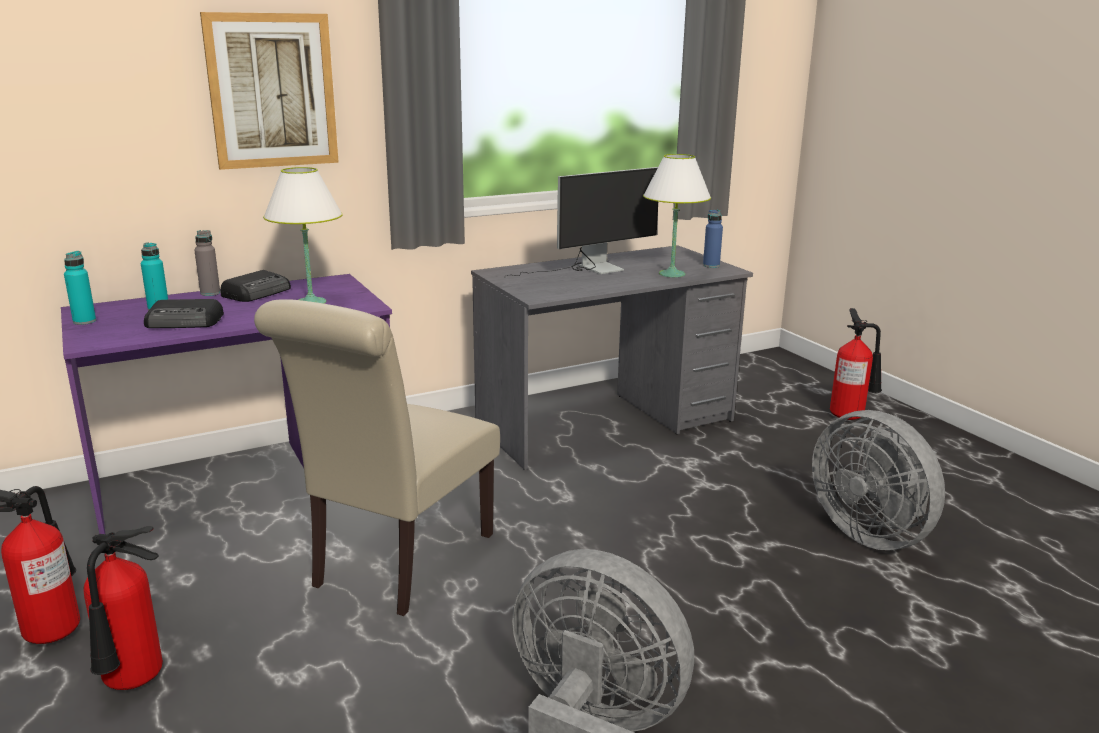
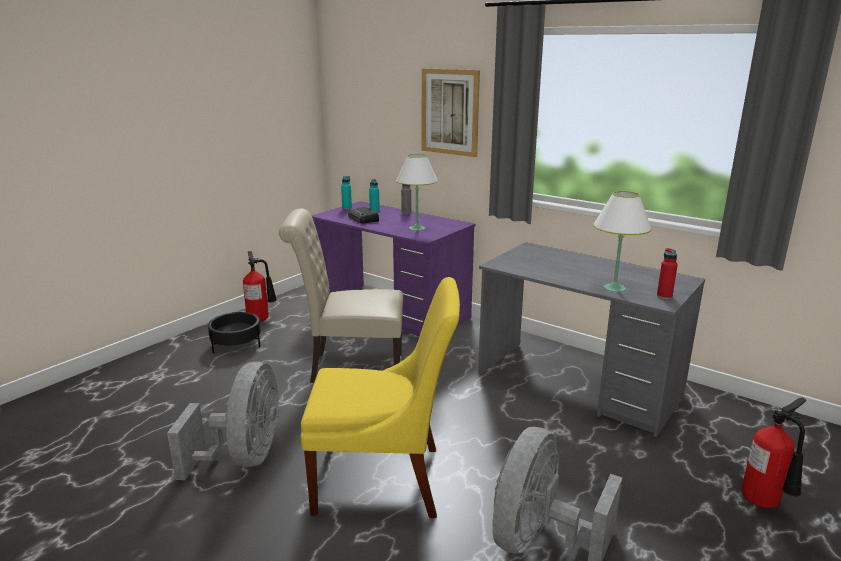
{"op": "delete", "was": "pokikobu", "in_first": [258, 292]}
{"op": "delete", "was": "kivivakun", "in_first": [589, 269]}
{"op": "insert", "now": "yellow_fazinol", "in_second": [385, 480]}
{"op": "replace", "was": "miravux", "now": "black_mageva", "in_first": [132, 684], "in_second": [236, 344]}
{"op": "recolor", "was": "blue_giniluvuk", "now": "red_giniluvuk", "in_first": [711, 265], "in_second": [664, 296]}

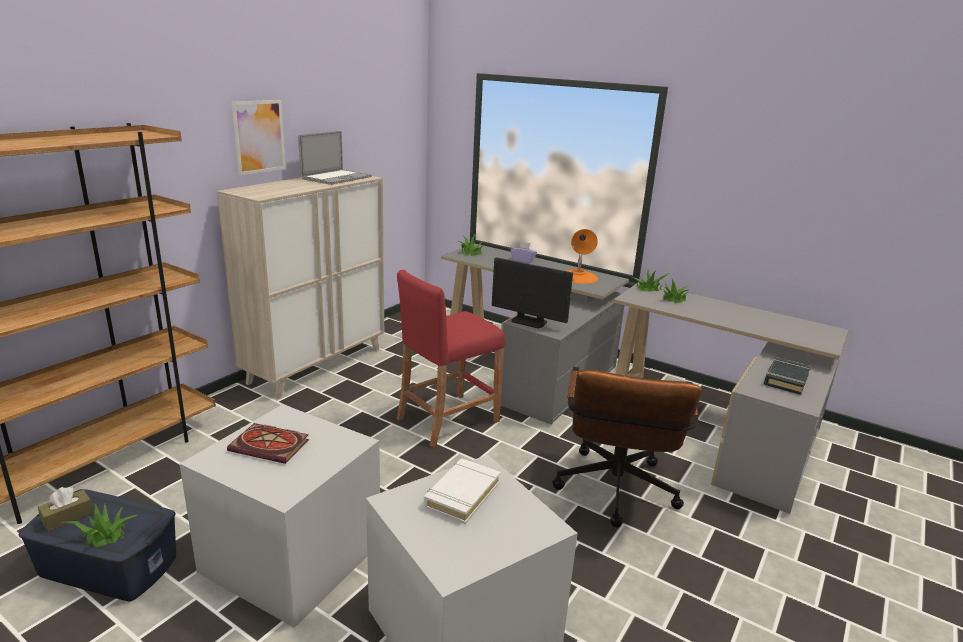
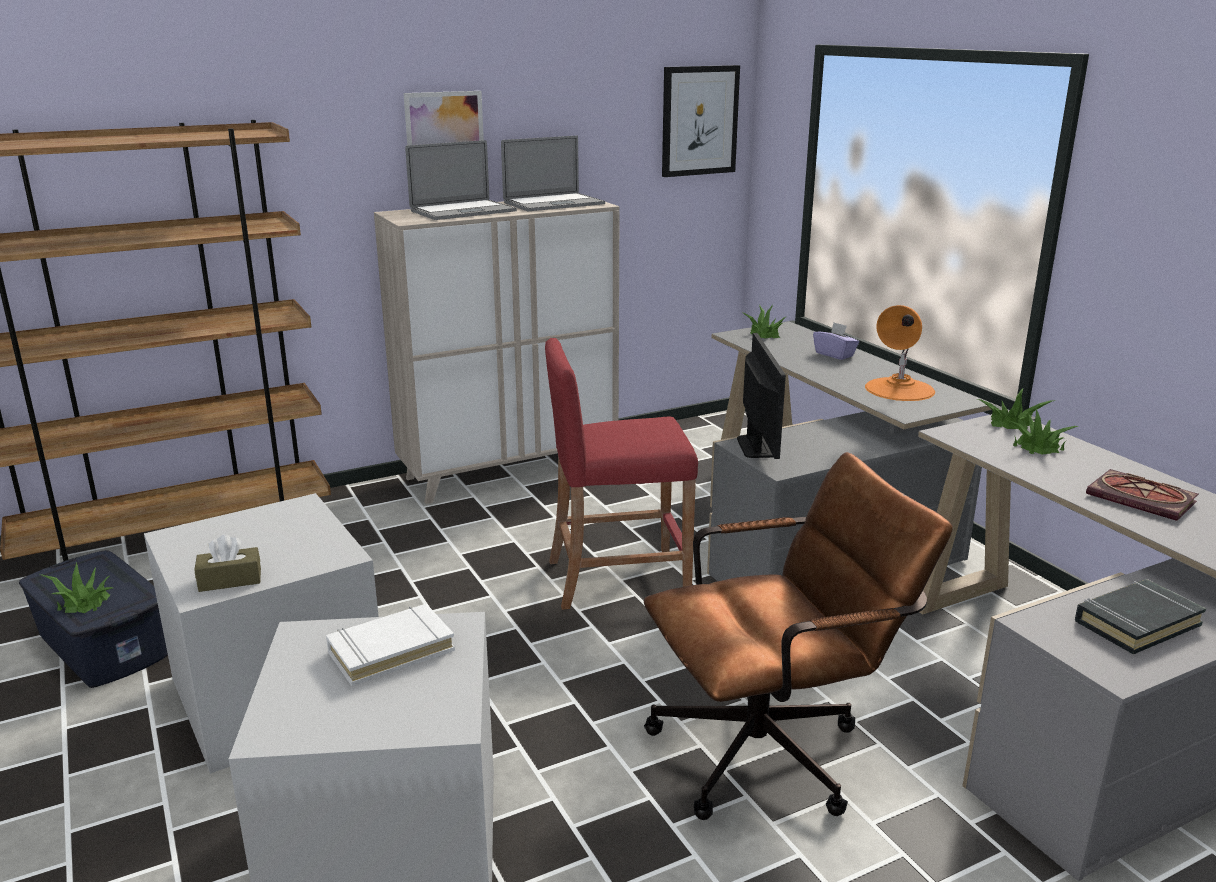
{"op": "insert", "now": "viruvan", "in_second": [463, 211]}
{"op": "insert", "now": "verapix", "in_second": [699, 121]}
{"op": "move", "was": "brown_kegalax", "in_first": [67, 517], "in_second": [230, 580]}
{"op": "move", "was": "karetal", "in_first": [271, 445], "in_second": [1143, 499]}
{"op": "rotate", "was": "kivivakun", "in_first": [529, 321], "in_second": [757, 447], "clockwise": -150}
{"op": "rotate", "was": "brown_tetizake", "in_first": [615, 494], "in_second": [775, 750], "clockwise": -150}

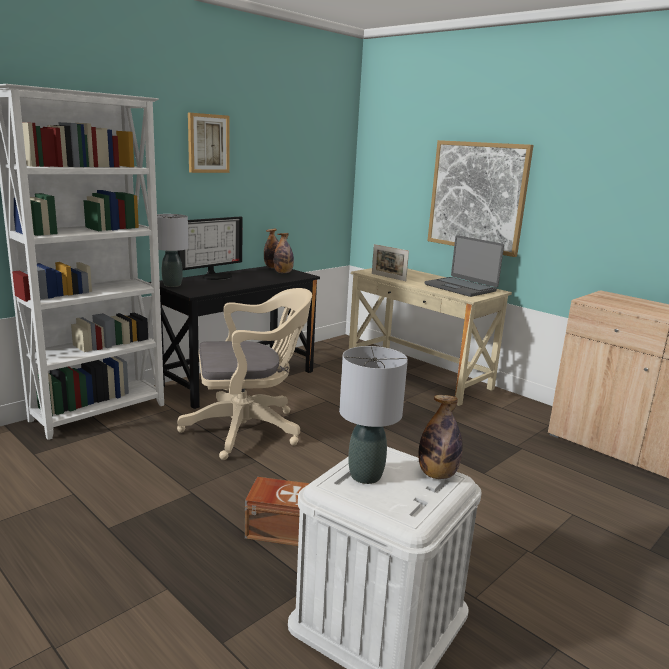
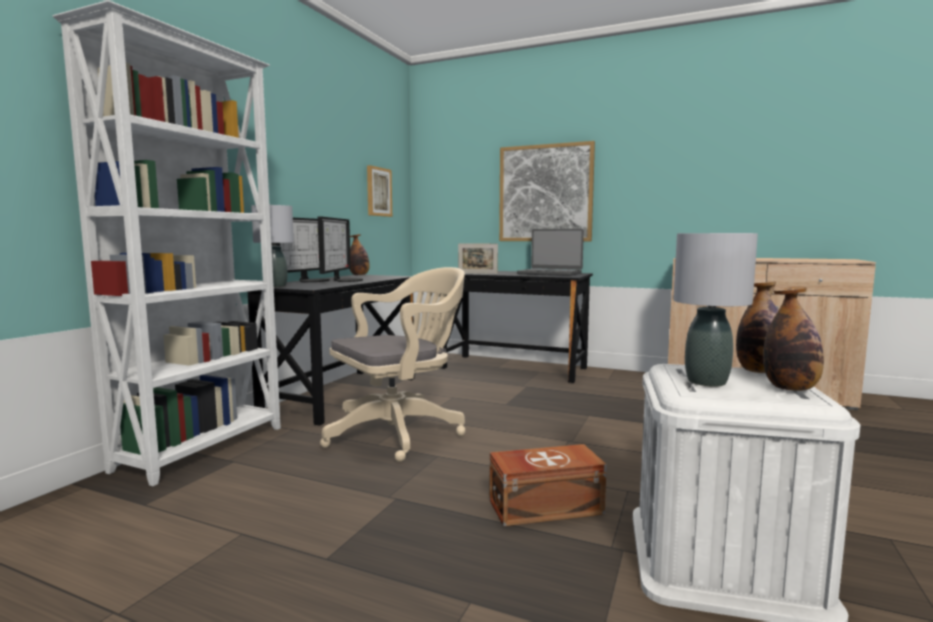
{"op": "insert", "now": "kivivakun", "in_second": [345, 280]}
{"op": "move", "was": "verapix", "in_first": [208, 143], "in_second": [378, 192]}
{"op": "move", "was": "giniluvuk", "in_first": [283, 273], "in_second": [790, 388]}
{"op": "recolor", "was": "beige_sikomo", "now": "black_sikomo", "in_first": [418, 375], "in_second": [513, 368]}

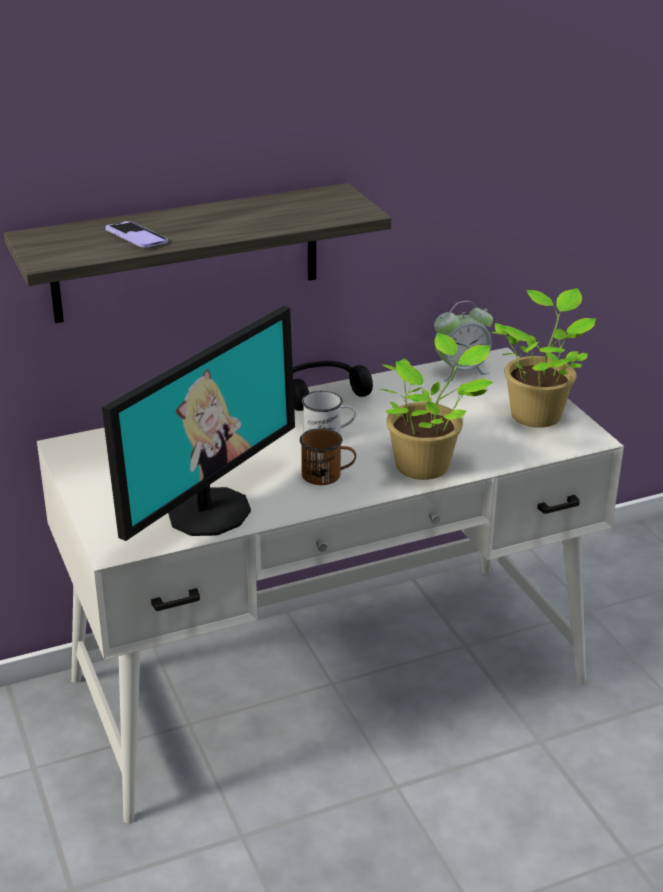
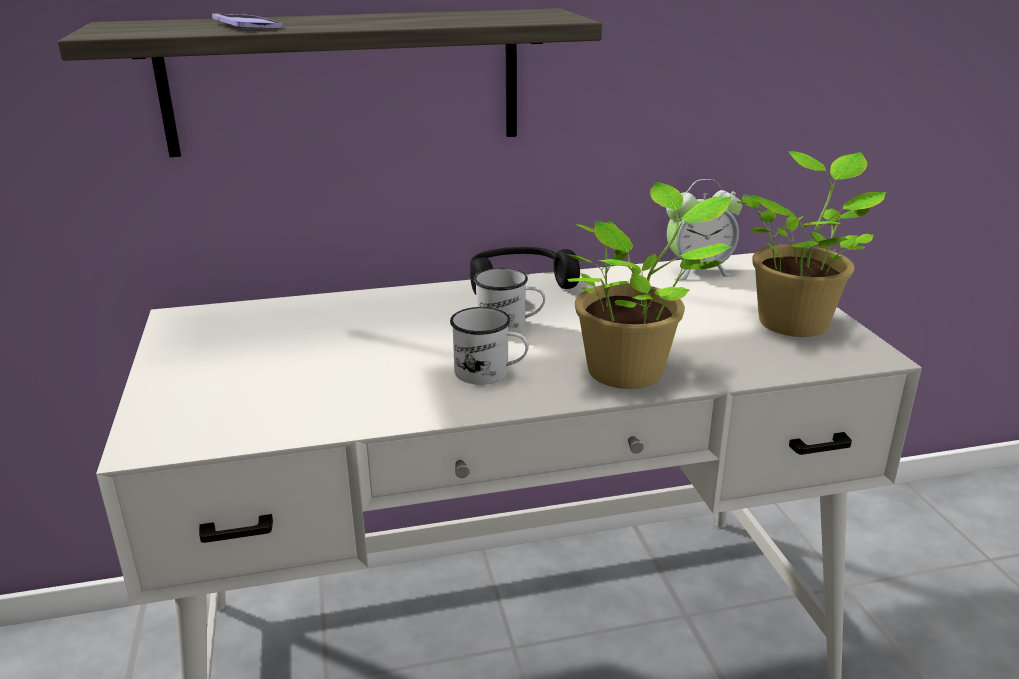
{"op": "delete", "was": "kivivakun", "in_first": [208, 511]}
{"op": "recolor", "was": "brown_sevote", "now": "white_sevote", "in_first": [327, 475], "in_second": [490, 373]}

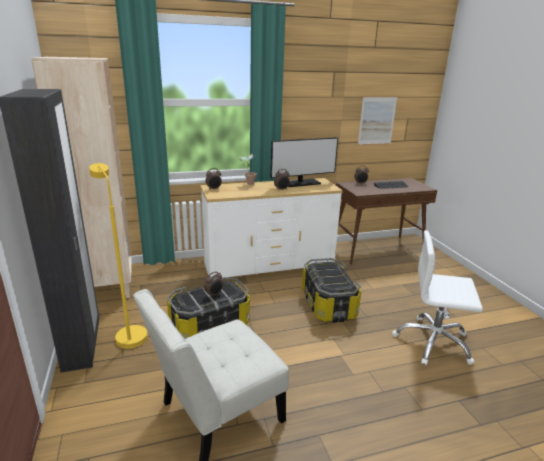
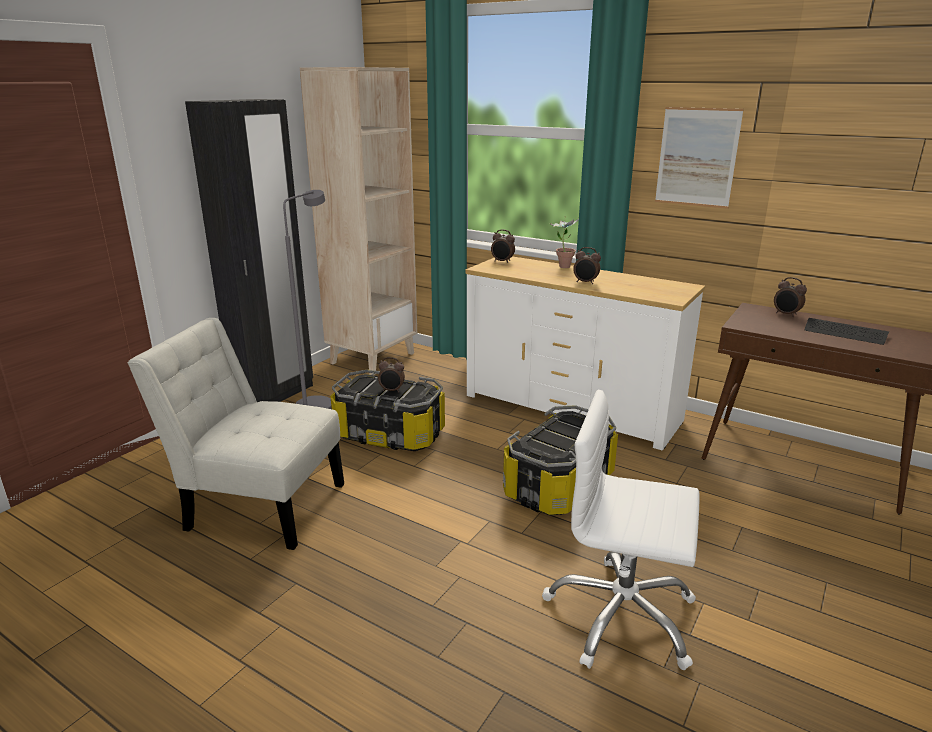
{"op": "delete", "was": "kivivakun", "in_first": [301, 183]}
{"op": "move", "was": "verapix", "in_first": [377, 120], "in_second": [697, 157]}
{"op": "recolor", "was": "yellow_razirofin", "now": "grey_razirofin", "in_first": [128, 334], "in_second": [318, 404]}
{"op": "rotate", "was": "white_tetizake", "in_first": [433, 342], "in_second": [621, 616], "clockwise": -45}

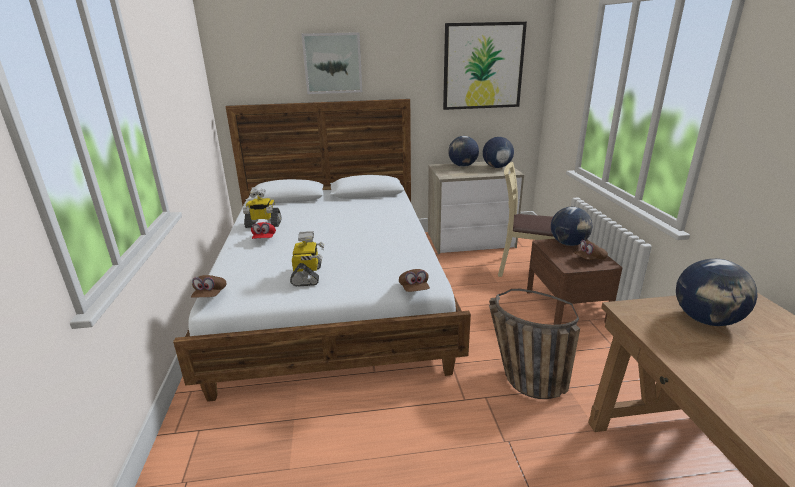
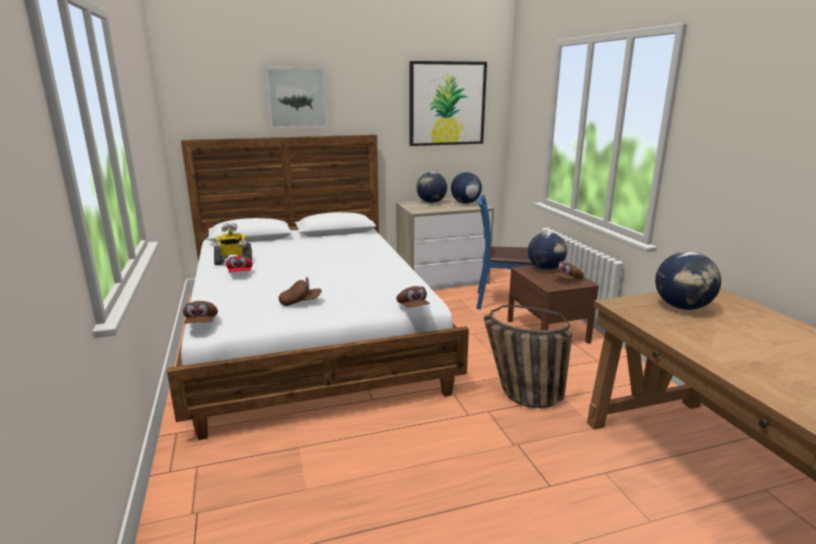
{"op": "replace", "was": "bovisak", "now": "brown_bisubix", "in_first": [308, 276], "in_second": [300, 302]}
{"op": "recolor", "was": "beige_fazinol", "now": "blue_fazinol", "in_first": [526, 269], "in_second": [503, 301]}

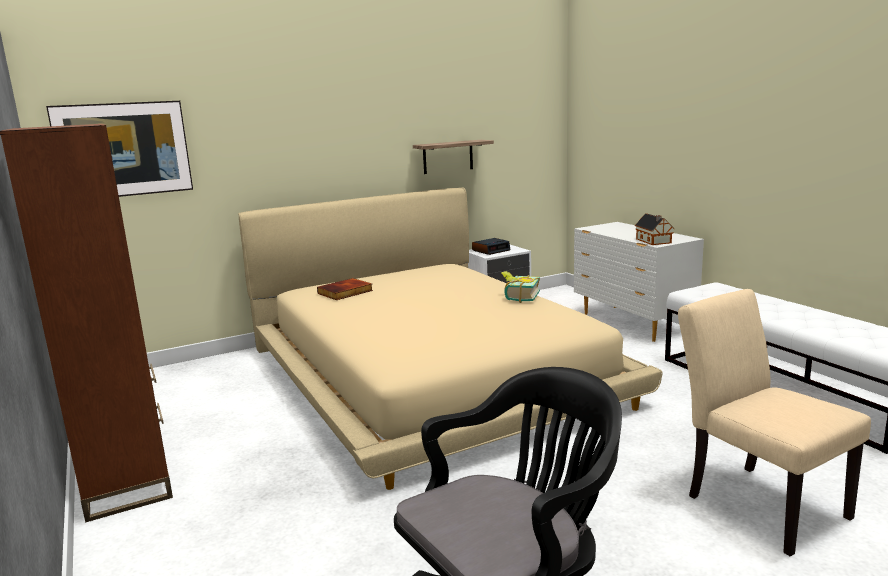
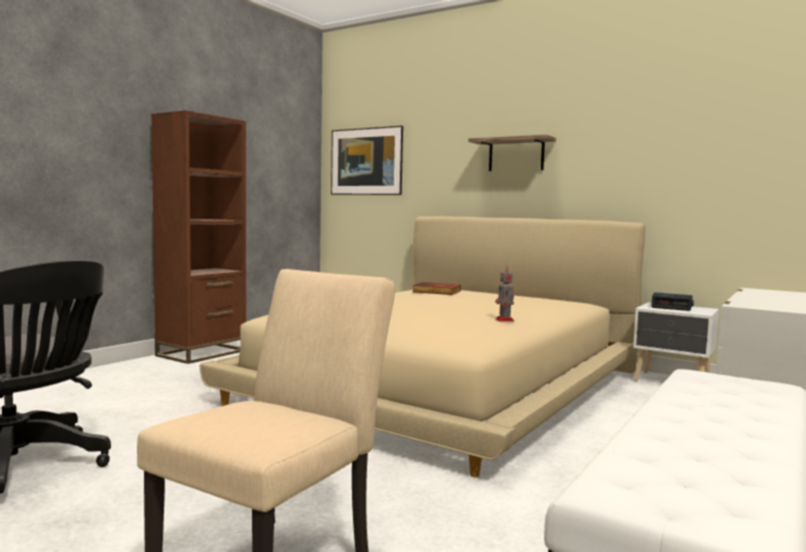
{"op": "delete", "was": "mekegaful", "in_first": [654, 241]}
{"op": "move", "was": "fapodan", "in_first": [448, 156], "in_second": [516, 155]}
{"op": "replace", "was": "karetal", "now": "bovisak", "in_first": [518, 297], "in_second": [505, 320]}

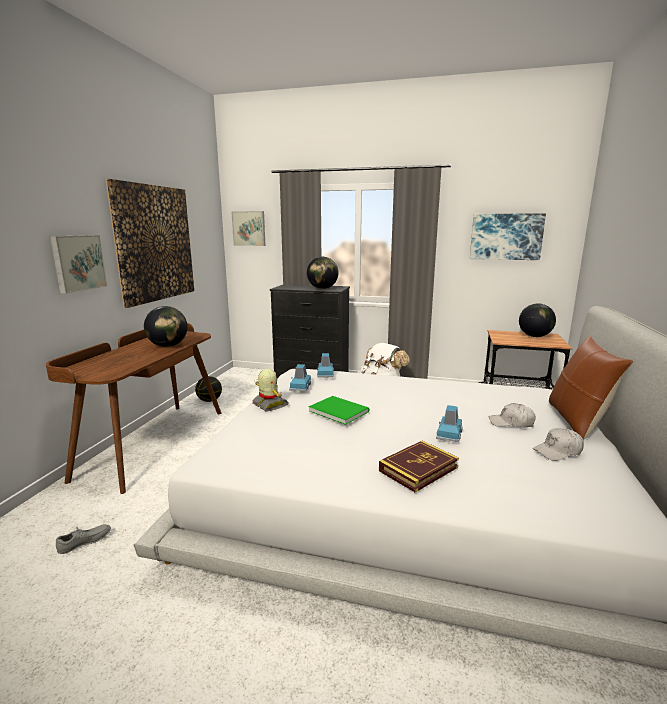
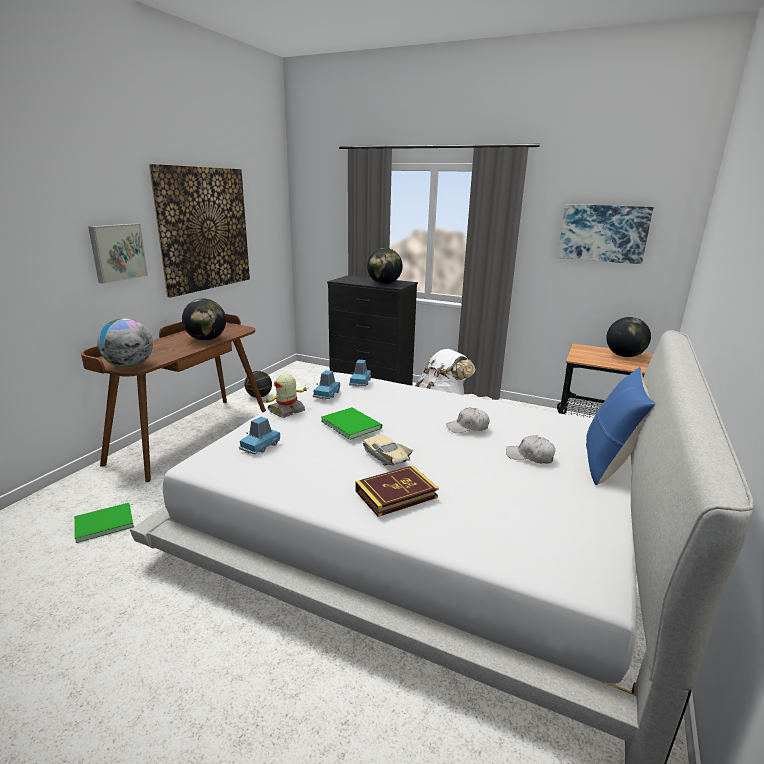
{"op": "delete", "was": "verapix", "in_first": [249, 228]}
{"op": "insert", "now": "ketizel", "in_second": [129, 366]}
{"op": "insert", "now": "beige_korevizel", "in_second": [386, 457]}
{"op": "move", "was": "blue_korevizel", "in_first": [449, 434], "in_second": [260, 446]}
{"op": "move", "was": "white_bisubix", "in_first": [558, 451], "in_second": [467, 427]}
{"op": "replace", "was": "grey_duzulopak", "now": "green_karetal", "in_first": [85, 543], "in_second": [102, 523]}
{"op": "recolor", "was": "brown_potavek", "now": "blue_potavek", "in_first": [578, 421], "in_second": [608, 463]}
{"op": "rotate", "was": "bovisak", "in_first": [269, 405], "in_second": [287, 411], "clockwise": -105}

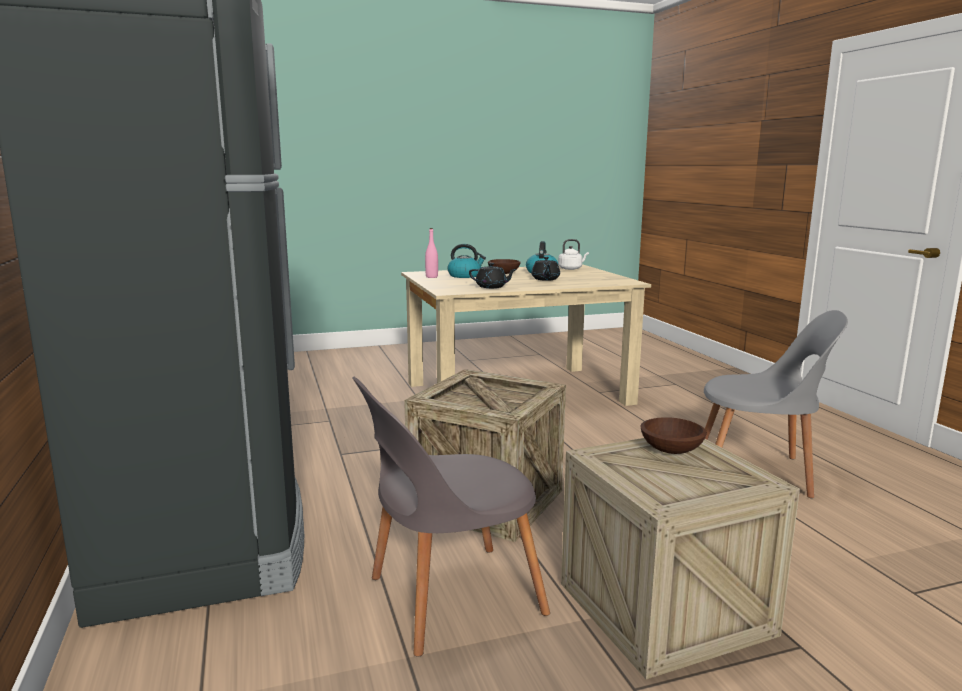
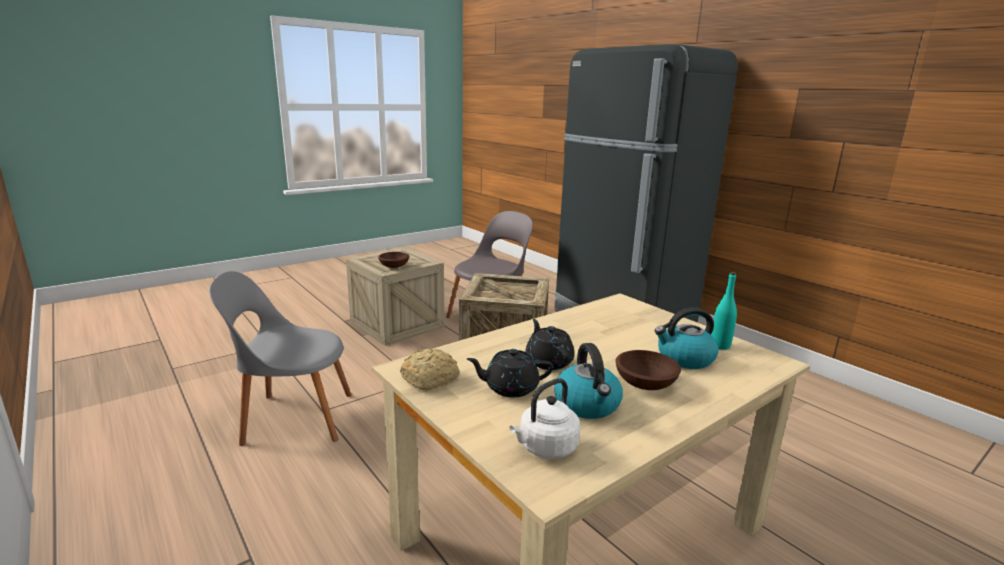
{"op": "insert", "now": "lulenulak", "in_second": [431, 378]}
{"op": "move", "was": "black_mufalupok", "in_first": [492, 287], "in_second": [510, 388]}
{"op": "recolor", "was": "pink_giniluvuk", "now": "turquoise_giniluvuk", "in_first": [431, 277], "in_second": [720, 346]}

